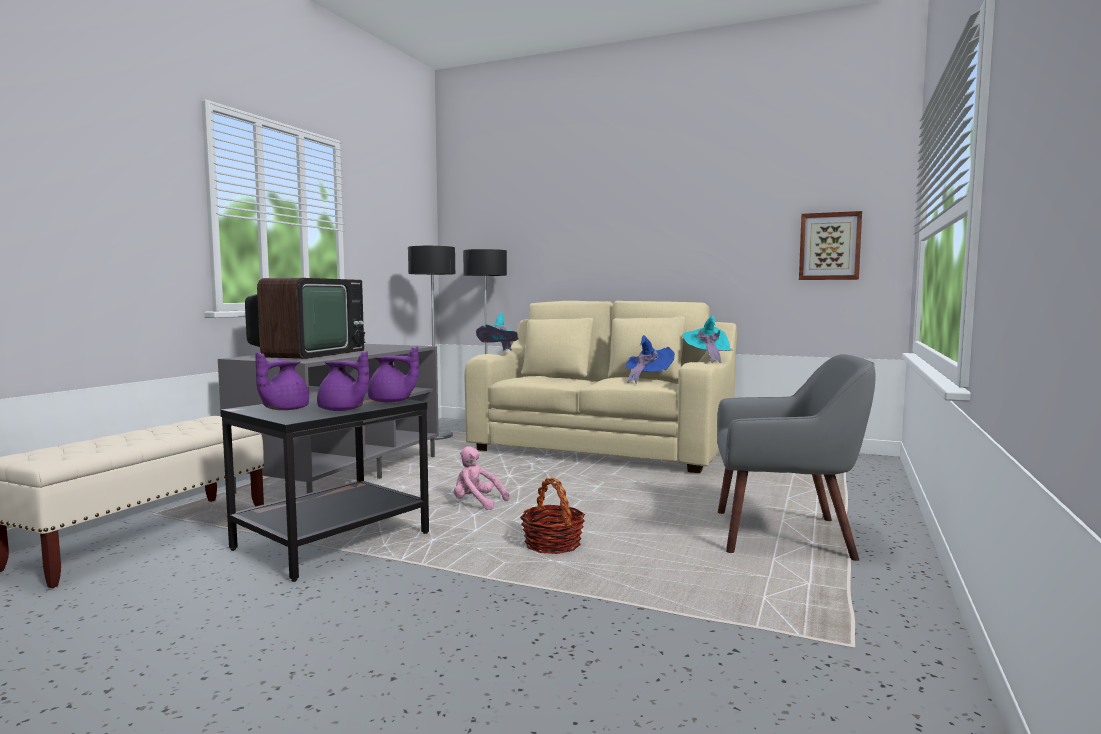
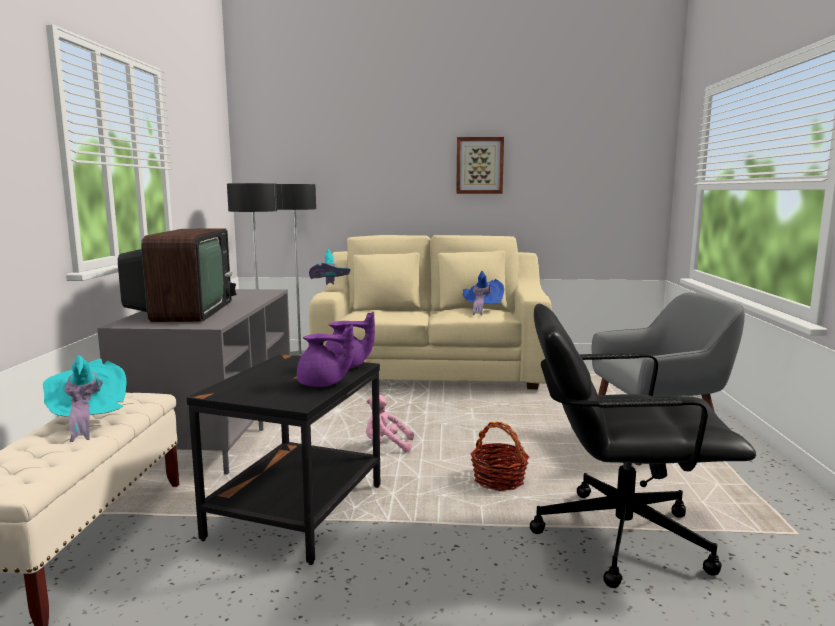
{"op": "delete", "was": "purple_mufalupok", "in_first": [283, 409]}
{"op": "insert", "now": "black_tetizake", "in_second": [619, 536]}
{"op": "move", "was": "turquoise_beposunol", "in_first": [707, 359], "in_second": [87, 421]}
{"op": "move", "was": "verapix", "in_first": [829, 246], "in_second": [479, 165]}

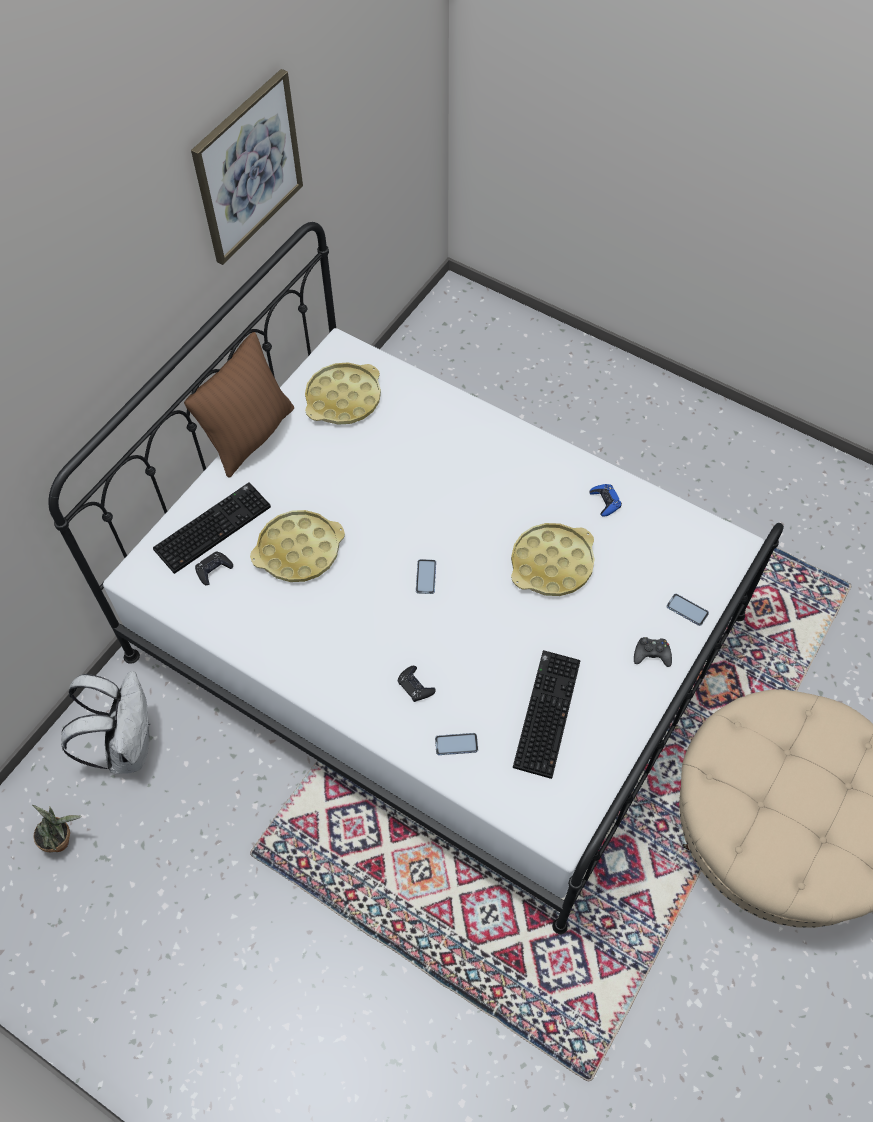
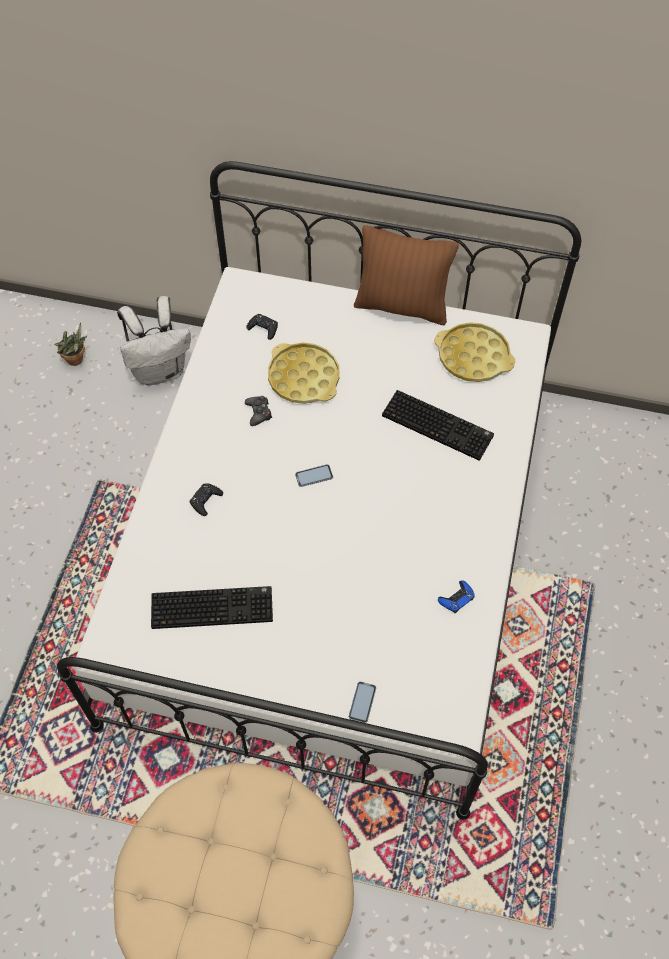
{"op": "delete", "was": "verapix", "in_first": [248, 167]}
{"op": "delete", "was": "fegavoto", "in_first": [456, 744]}
{"op": "delete", "was": "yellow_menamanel", "in_first": [552, 564]}
{"op": "move", "was": "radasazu", "in_first": [212, 526], "in_second": [439, 425]}
{"op": "move", "was": "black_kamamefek", "in_first": [652, 654], "in_second": [258, 413]}

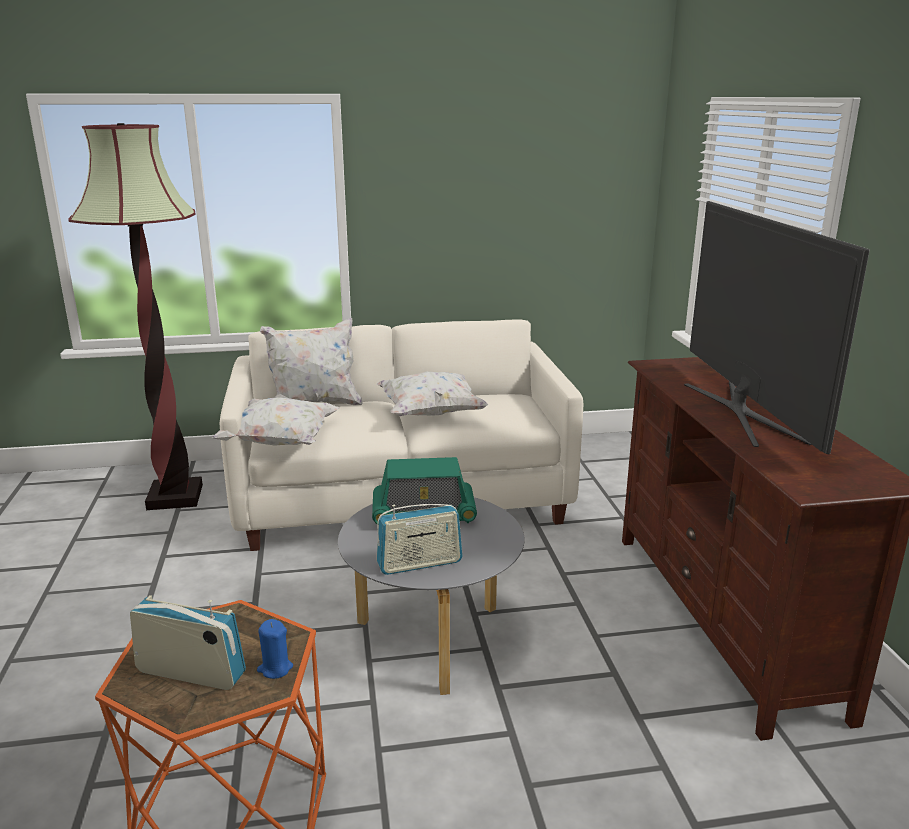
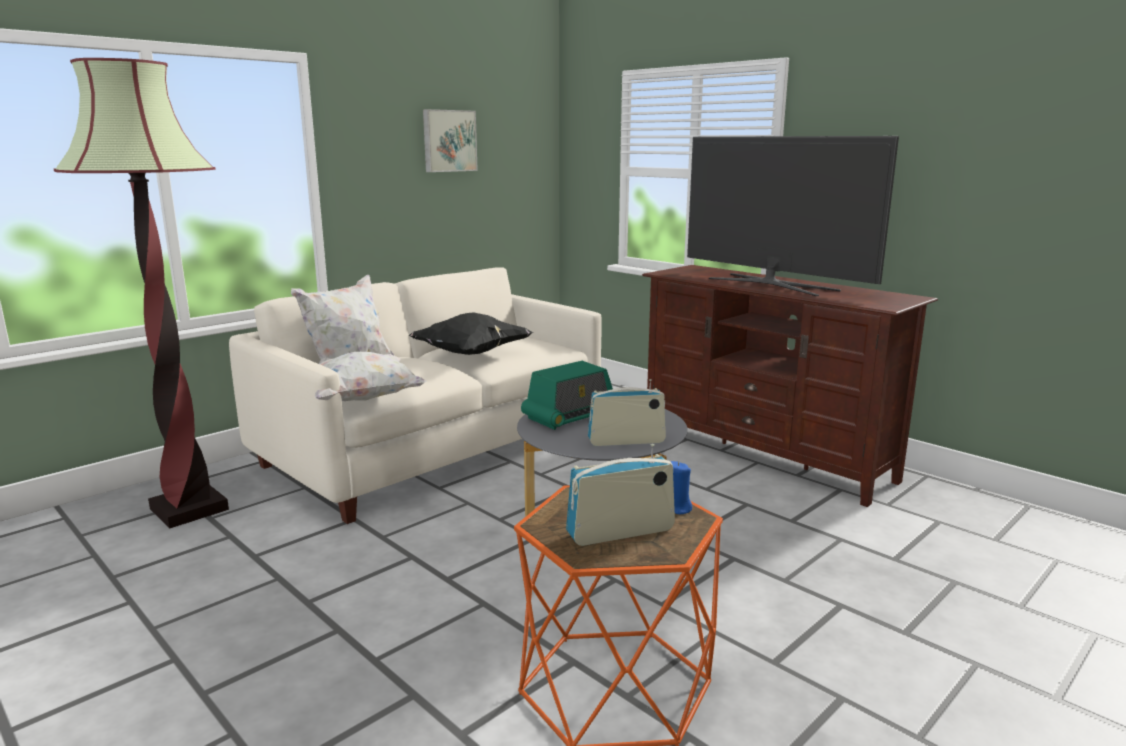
{"op": "insert", "now": "verapix", "in_second": [448, 141]}
{"op": "recolor", "was": "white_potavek", "now": "black_potavek", "in_first": [430, 414], "in_second": [471, 354]}
{"op": "rotate", "was": "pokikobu", "in_first": [420, 563], "in_second": [626, 441], "clockwise": -135}

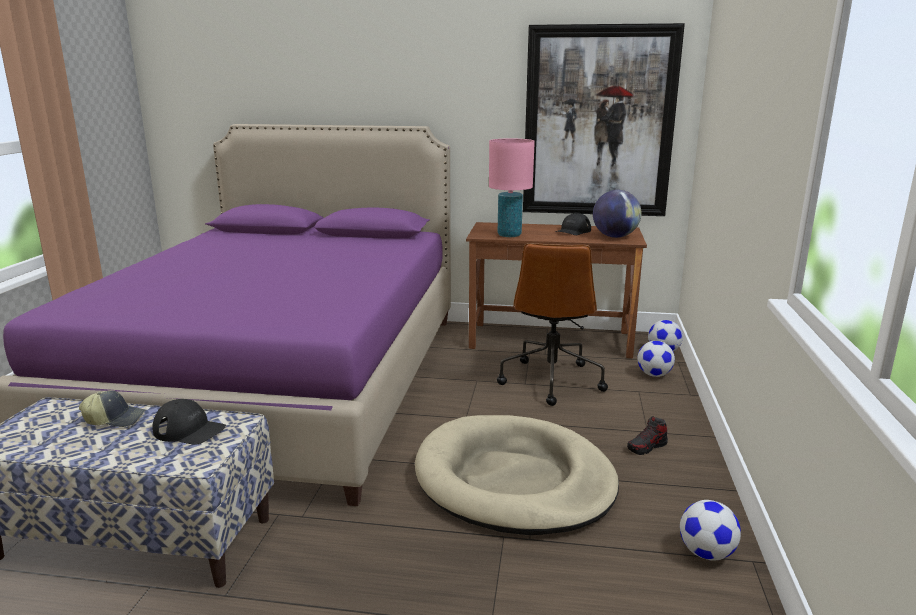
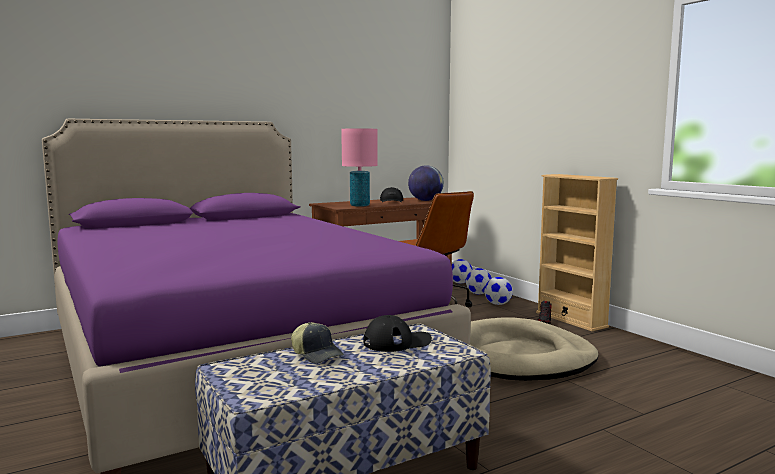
{"op": "delete", "was": "verapix", "in_first": [598, 122]}
{"op": "insert", "now": "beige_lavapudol", "in_second": [571, 319]}
{"op": "move", "was": "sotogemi", "in_first": [706, 553], "in_second": [497, 304]}
{"op": "rotate", "was": "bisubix", "in_first": [115, 419], "in_second": [317, 354], "clockwise": 90}

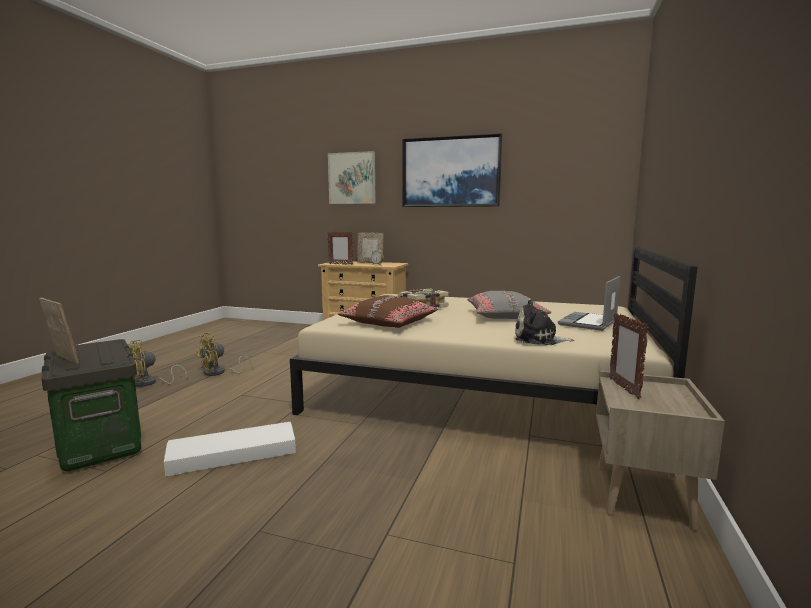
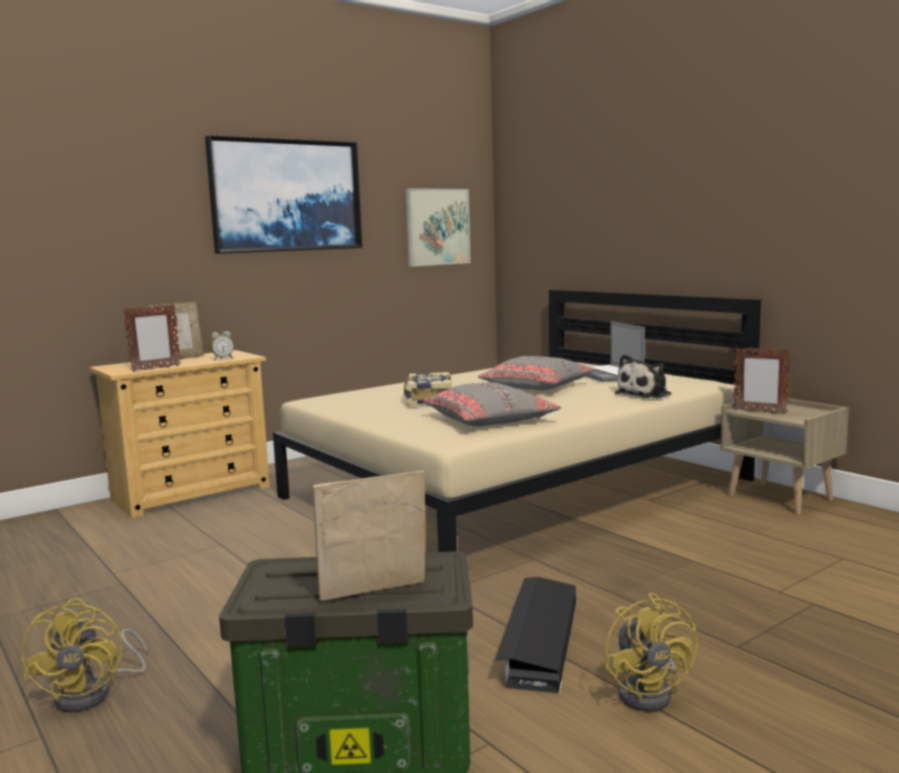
{"op": "move", "was": "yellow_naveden", "in_first": [219, 373], "in_second": [649, 692]}
{"op": "move", "was": "verapix", "in_first": [352, 178], "in_second": [437, 227]}
{"op": "recolor", "was": "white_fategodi", "now": "black_fategodi", "in_first": [233, 455], "in_second": [538, 642]}
{"op": "recolor", "was": "brown_potavek", "now": "grey_potavek", "in_first": [389, 323], "in_second": [489, 420]}

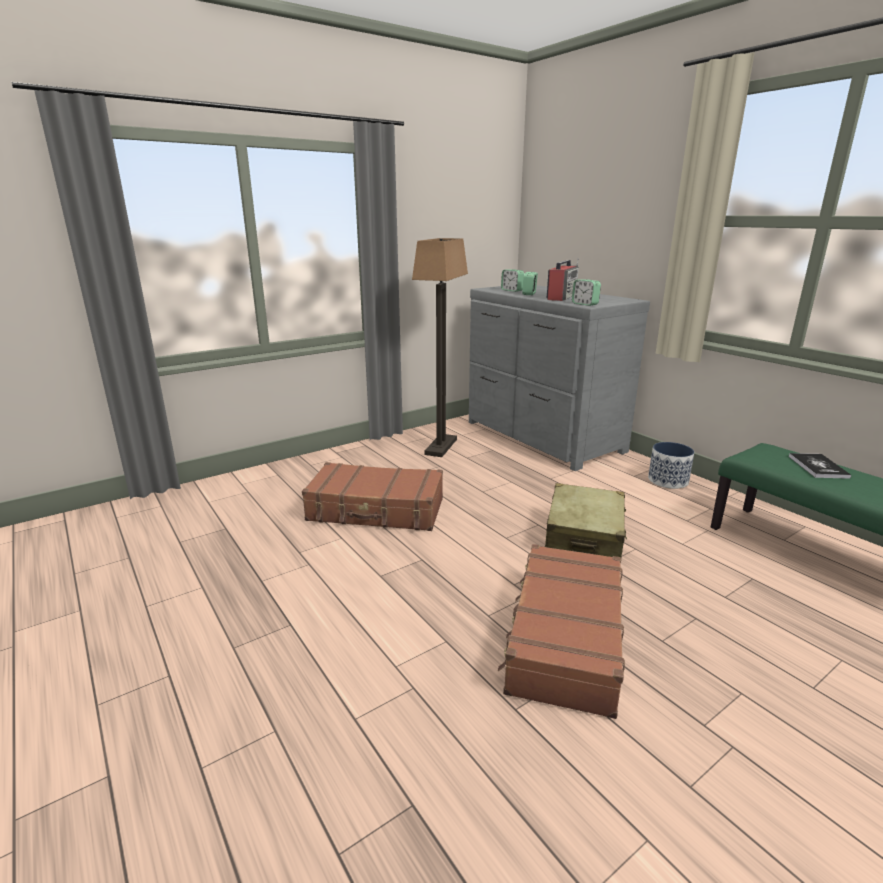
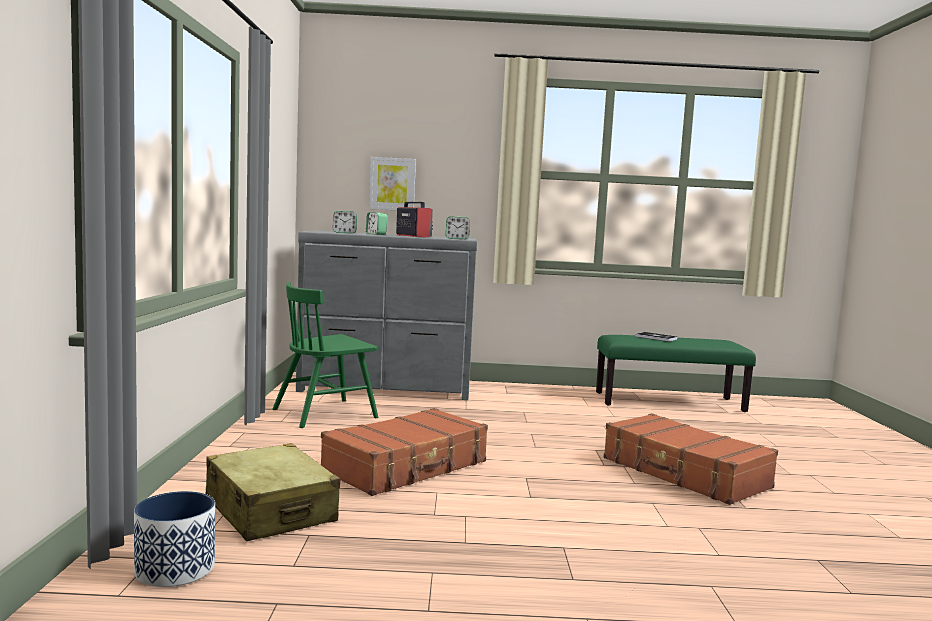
{"op": "insert", "now": "verapix", "in_second": [392, 184]}
{"op": "move", "was": "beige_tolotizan", "in_first": [584, 537], "in_second": [270, 511]}
{"op": "move", "was": "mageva", "in_first": [667, 480], "in_second": [174, 569]}
{"op": "replace", "was": "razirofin", "now": "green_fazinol", "in_first": [440, 447], "in_second": [325, 413]}

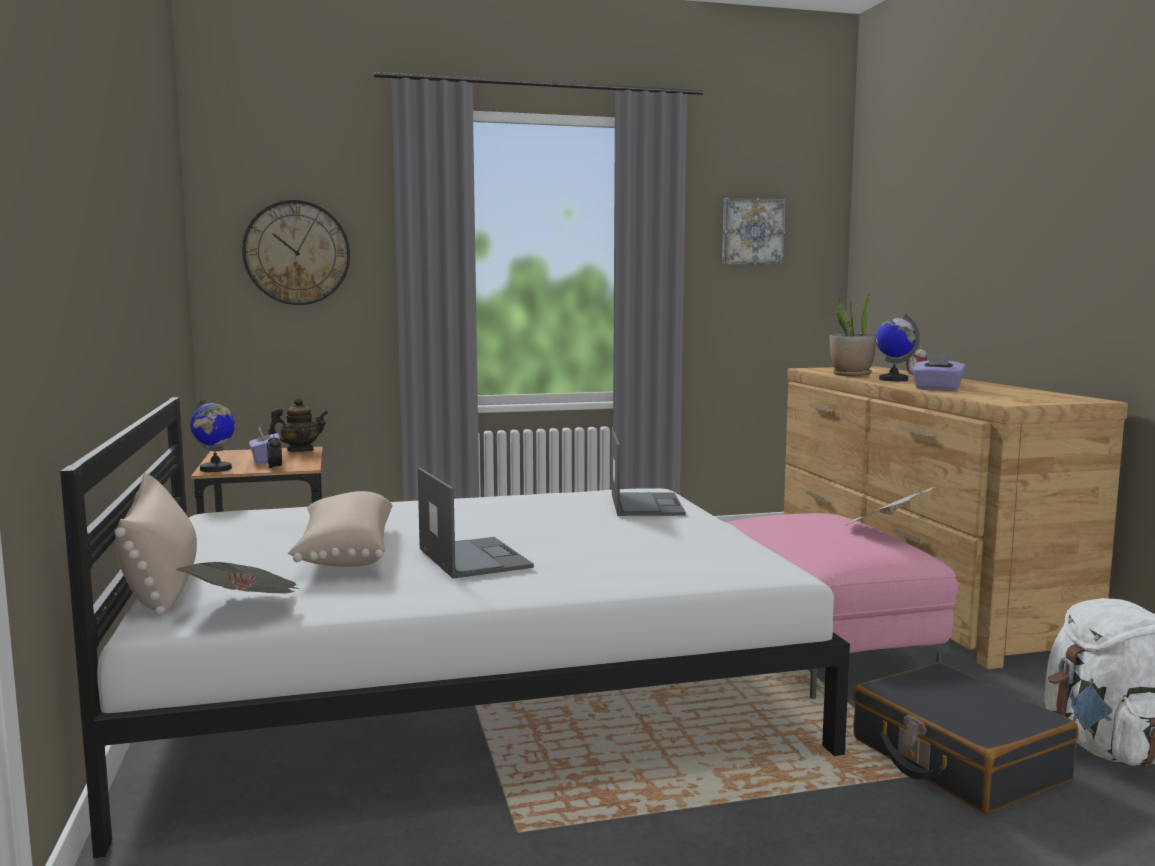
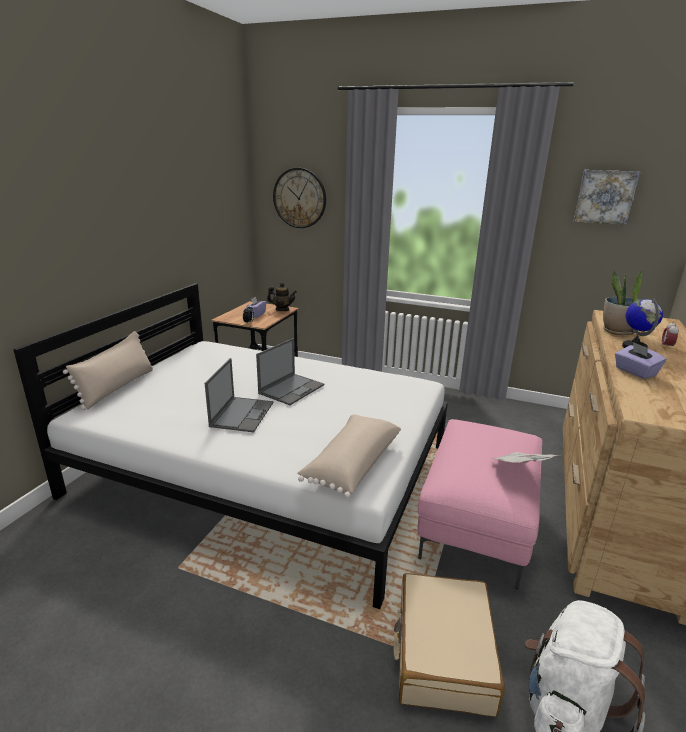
{"op": "delete", "was": "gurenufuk", "in_first": [246, 610]}
{"op": "delete", "was": "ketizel", "in_first": [215, 469]}
{"op": "move", "was": "beige_potavek", "in_first": [344, 553], "in_second": [351, 464]}
{"op": "move", "was": "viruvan", "in_first": [646, 505], "in_second": [292, 389]}
{"op": "recolor", "was": "black_tolotizan", "now": "beige_tolotizan", "in_first": [956, 760], "in_second": [442, 652]}

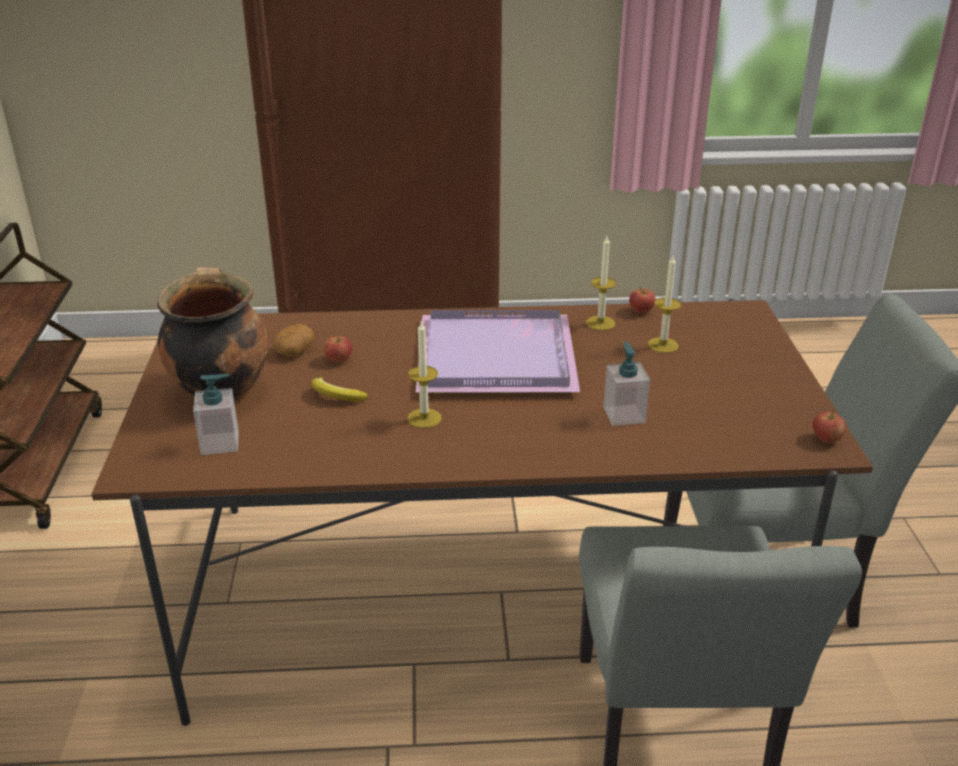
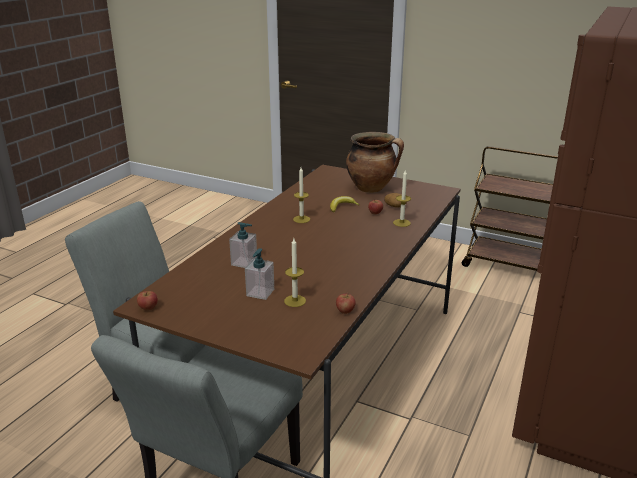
{"op": "delete", "was": "purple_menamanel", "in_first": [499, 356]}
{"op": "move", "was": "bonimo", "in_first": [220, 443], "in_second": [260, 292]}
{"op": "move", "was": "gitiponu", "in_first": [600, 323], "in_second": [401, 223]}

